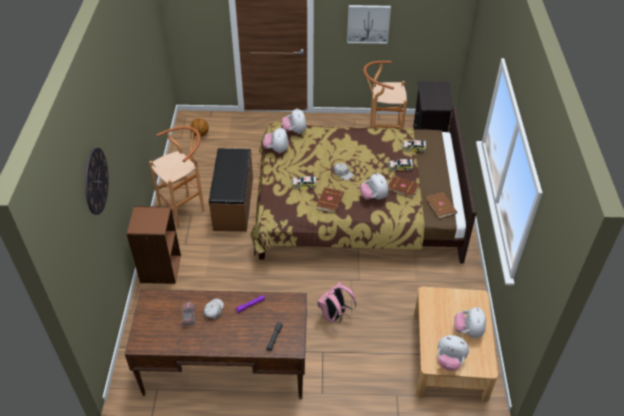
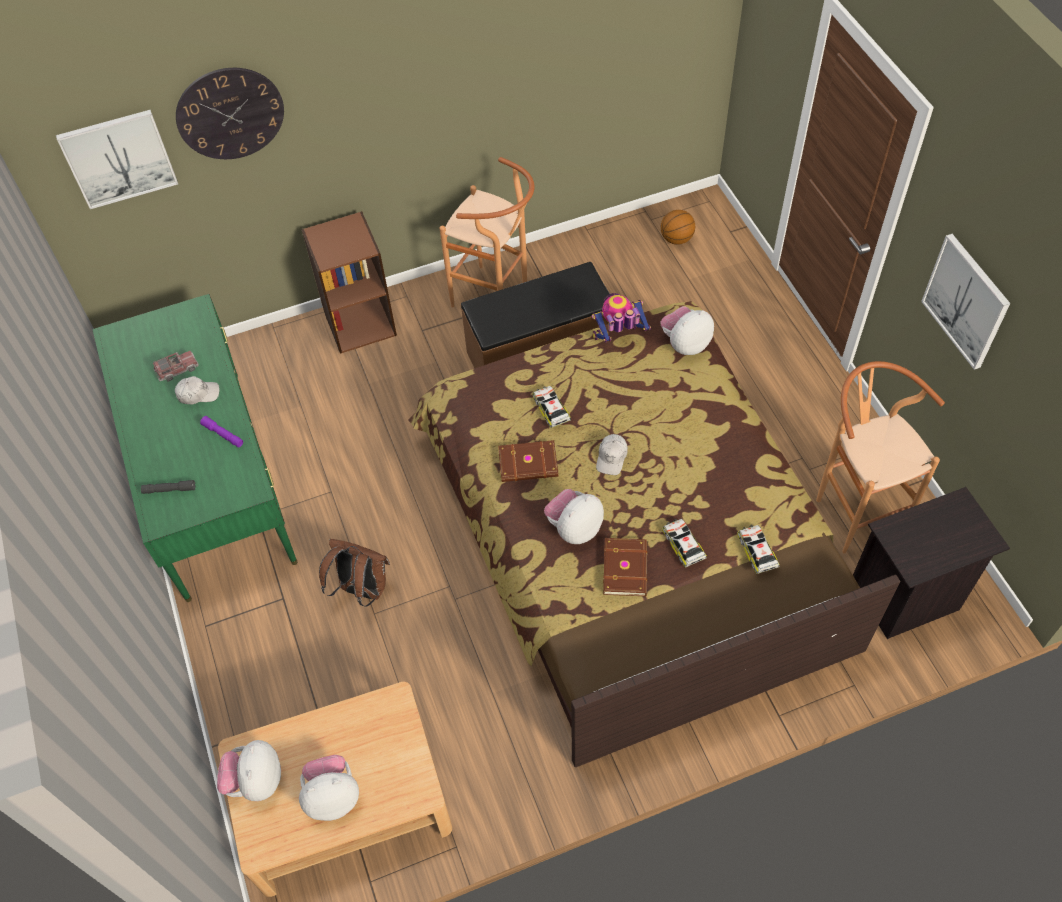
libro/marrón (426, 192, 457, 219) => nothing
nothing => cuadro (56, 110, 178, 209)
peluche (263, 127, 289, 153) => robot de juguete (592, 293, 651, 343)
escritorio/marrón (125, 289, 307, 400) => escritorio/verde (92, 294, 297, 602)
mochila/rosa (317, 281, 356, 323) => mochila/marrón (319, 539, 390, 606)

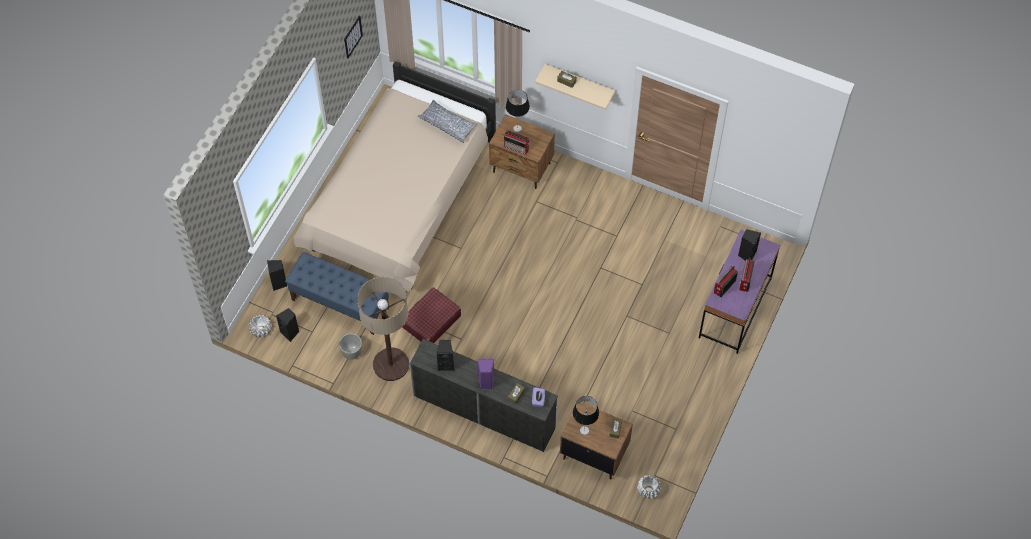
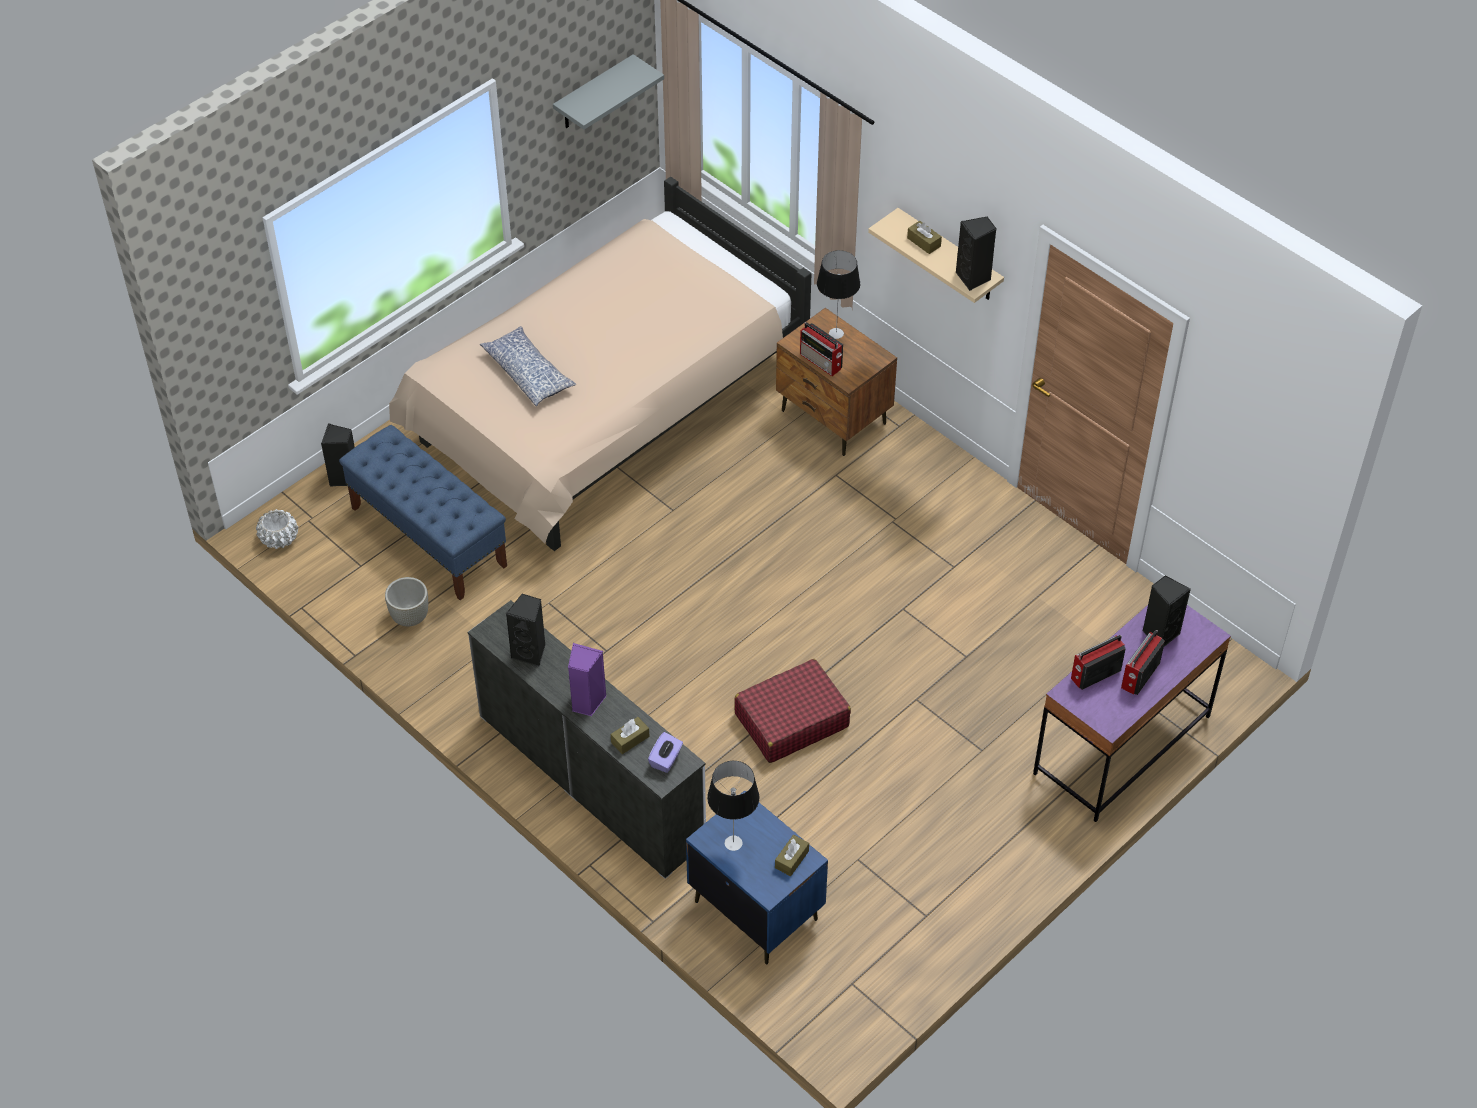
lámpara de pie (357, 277, 409, 381) => nothing
maceta/blanco (637, 475, 661, 499) => nothing
altavoz/negro (276, 308, 299, 342) => altavoz/negro (956, 216, 996, 291), moved
maleta/rojo (402, 287, 461, 343) => maleta/rojo (734, 659, 851, 763), moved
cojín (417, 100, 478, 143) => cojín (480, 326, 576, 406), moved
cuadro (344, 16, 363, 59) => estante/gris (553, 54, 664, 130)
mesita de noche/marrón (560, 402, 633, 480) => mesita de noche/azul (686, 790, 828, 964)

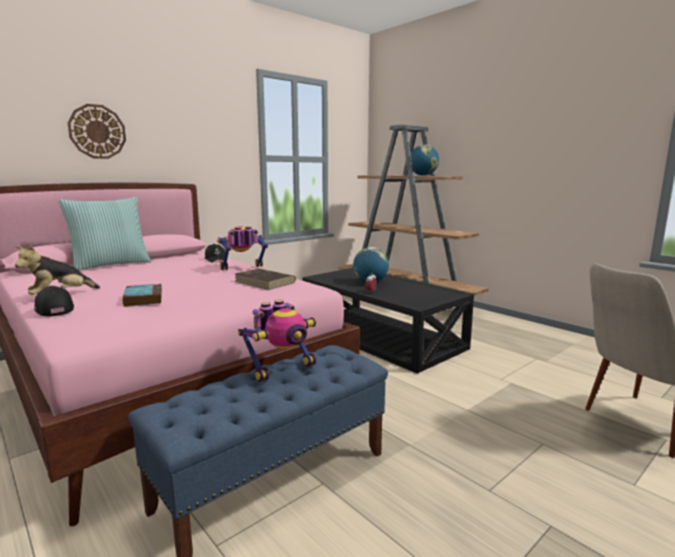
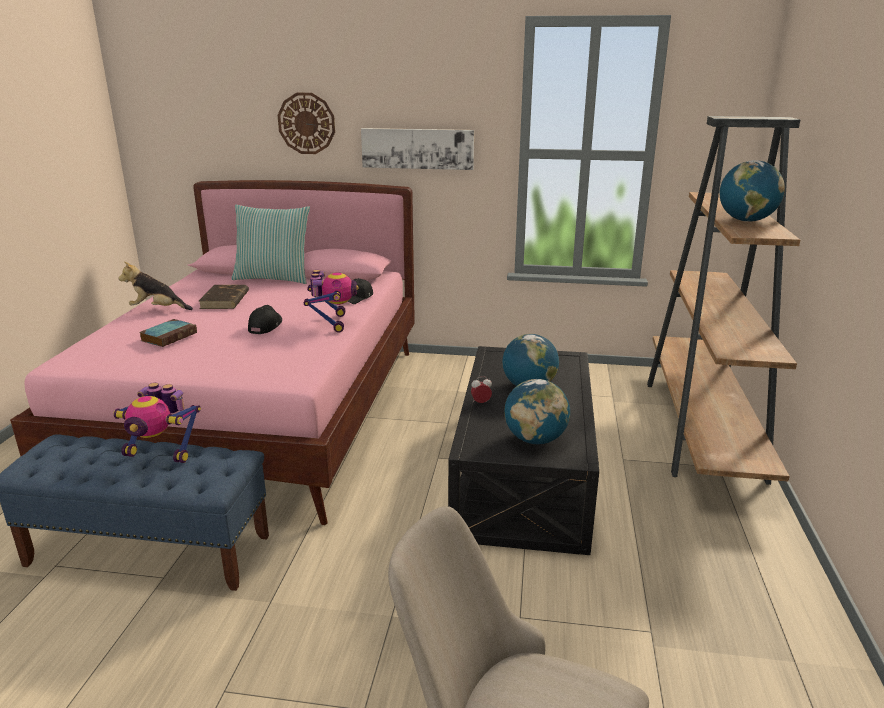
nothing => cuadro (361, 128, 474, 170)
nothing => globo terráqueo (504, 379, 570, 444)
gorra/negro (34, 286, 74, 316) => gorra/negro (248, 305, 282, 334), moved
libro/marrón (235, 269, 296, 290) => libro/marrón (199, 285, 249, 309), moved
robot de juguete (217, 226, 268, 270) => robot de juguete (304, 270, 358, 333), 60 degrees clockwise

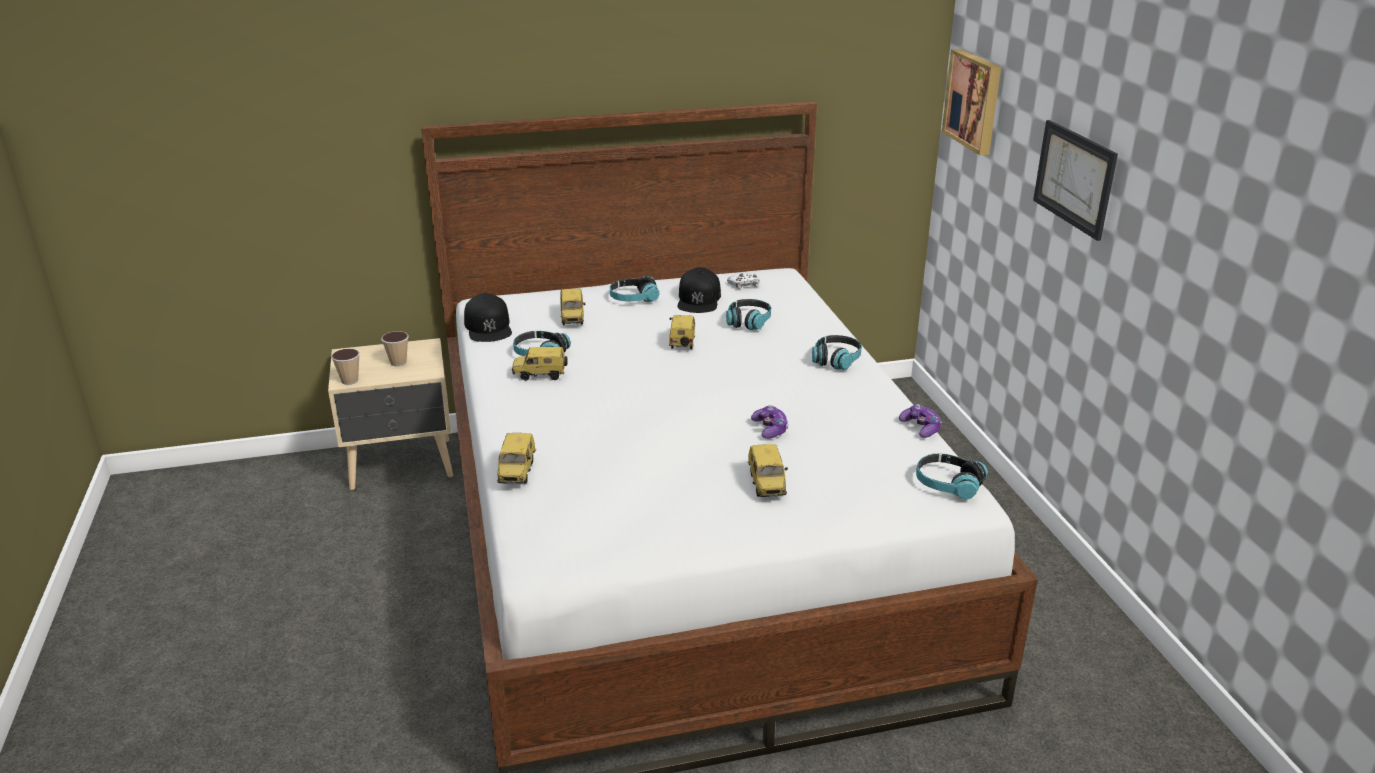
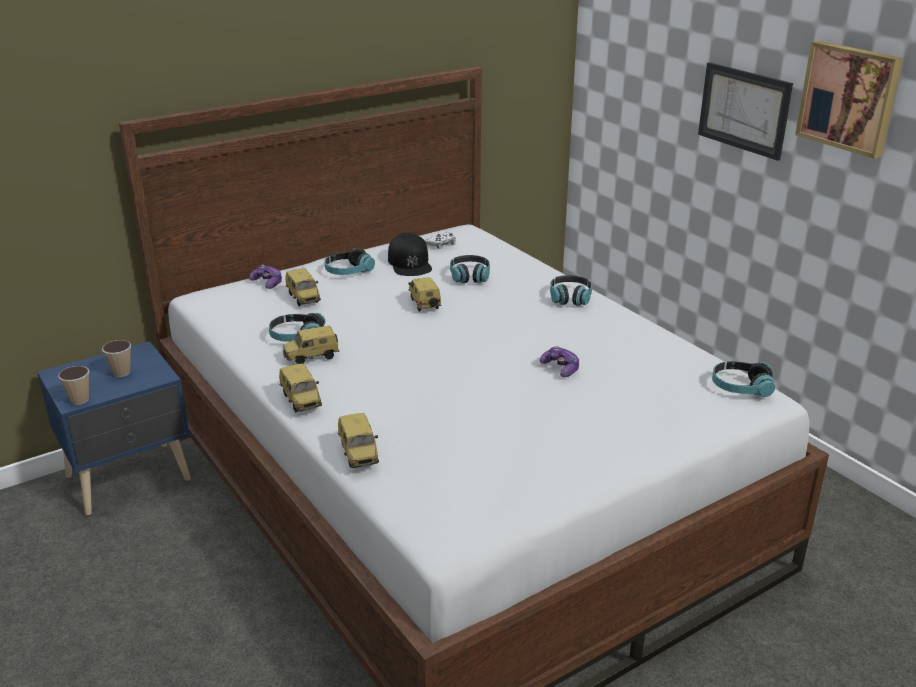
gorra/negro (464, 293, 512, 342) => nothing
coche de juguete (748, 444, 788, 497) => coche de juguete (279, 364, 322, 413), moved
mando de consola (899, 404, 941, 438) => mando de consola (249, 265, 282, 289), moved
cuadro (942, 49, 1001, 155) => cuadro (795, 41, 903, 159), moved
mesita de noche/beis (328, 338, 453, 490) => mesita de noche/azul (37, 341, 191, 515)

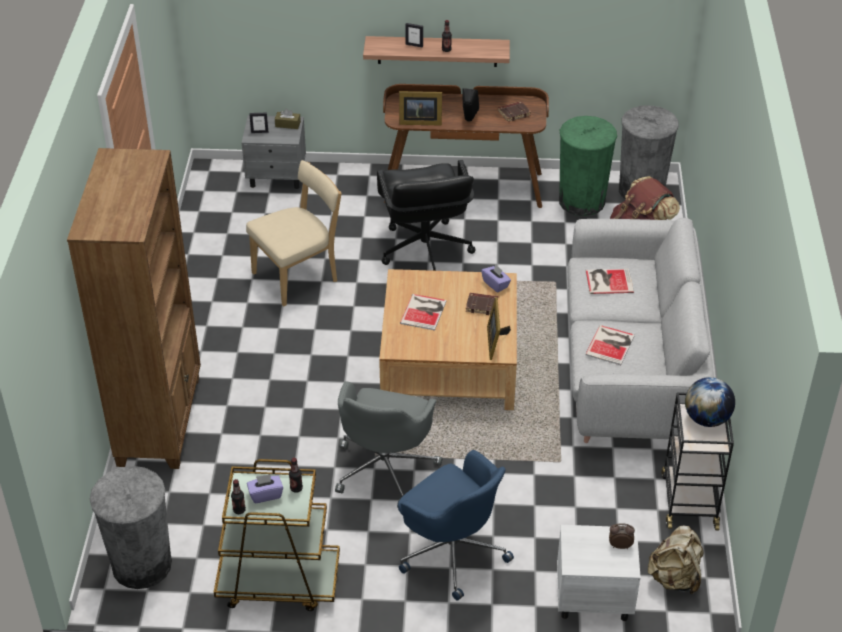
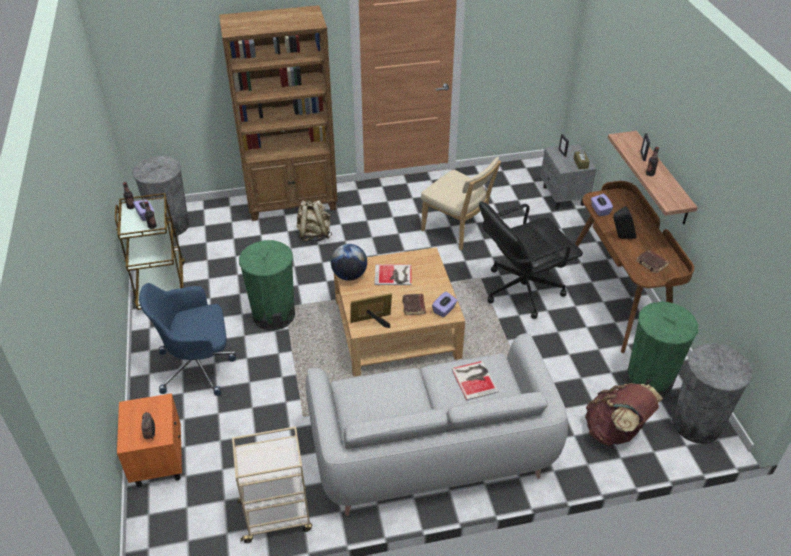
libro (585, 325, 635, 365) => nothing
mochila/beis (647, 525, 704, 594) => mochila/beis (296, 200, 332, 242), moved
globo terráqueo (685, 377, 735, 427) => globo terráqueo (331, 244, 367, 281), moved
silla de oficina/gris (335, 381, 443, 507) => papelera/verde (239, 240, 295, 331)
portarretratos (399, 91, 442, 125) => caja de pañuelos/morado (591, 194, 613, 216)
mesita de noche/blanco (557, 525, 641, 621) => mesita de noche/naranja (117, 393, 182, 487)
carrito/negro (662, 392, 734, 530) => carrito/beis (232, 426, 312, 543)
silla de oficina/azul (398, 450, 514, 601) => silla de oficina/azul (139, 283, 236, 396), 45 degrees clockwise

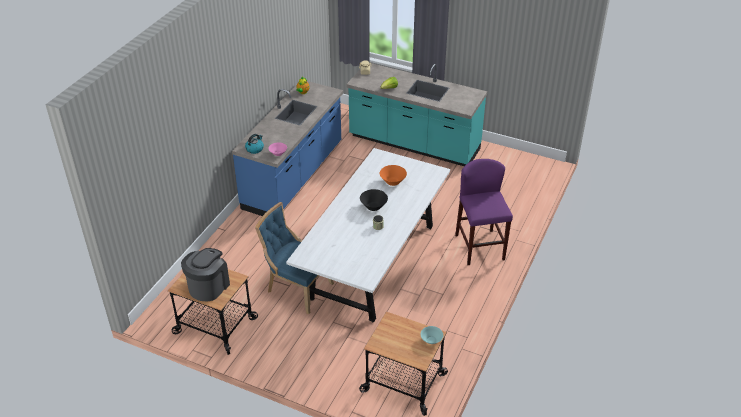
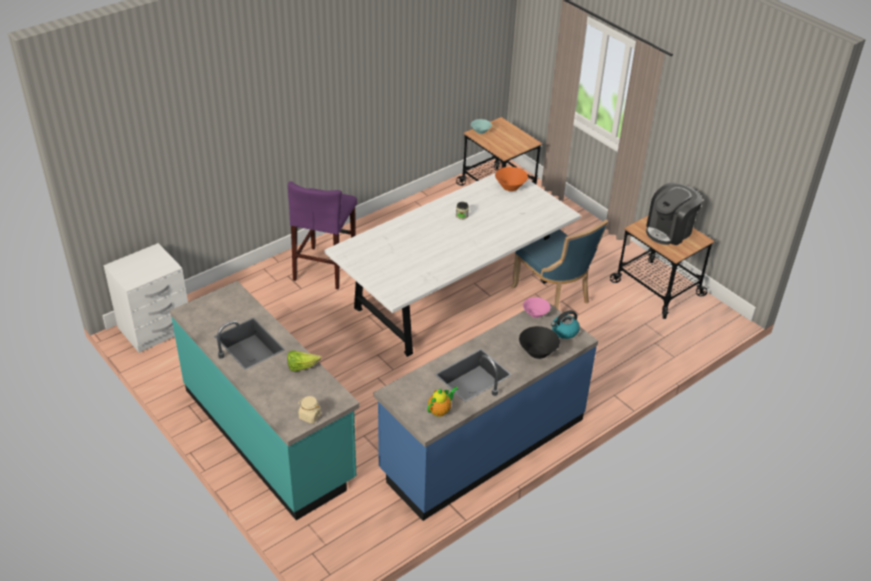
nothing => mesita de noche/blanco (103, 243, 188, 353)
cuenco/negro (360, 189, 388, 211) => cuenco/negro (519, 326, 560, 359), moved
cuenco/naranja (380, 165, 407, 186) => cuenco/naranja (495, 167, 528, 191), moved

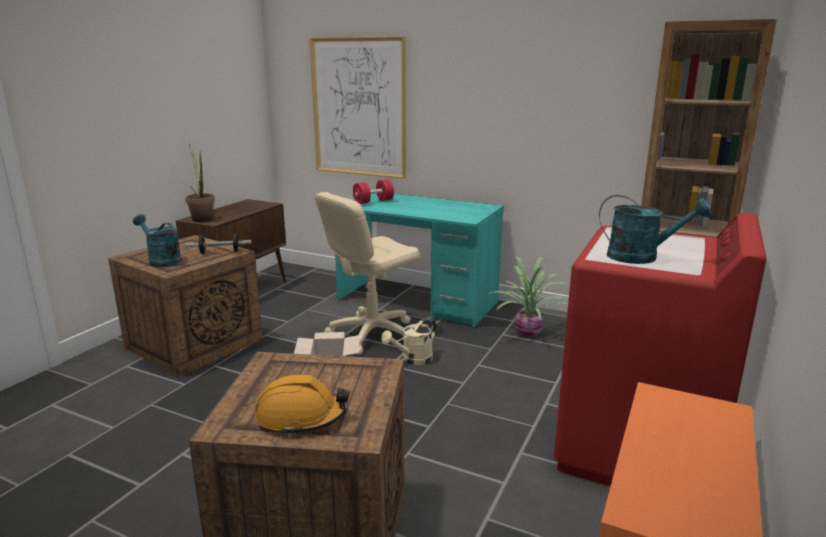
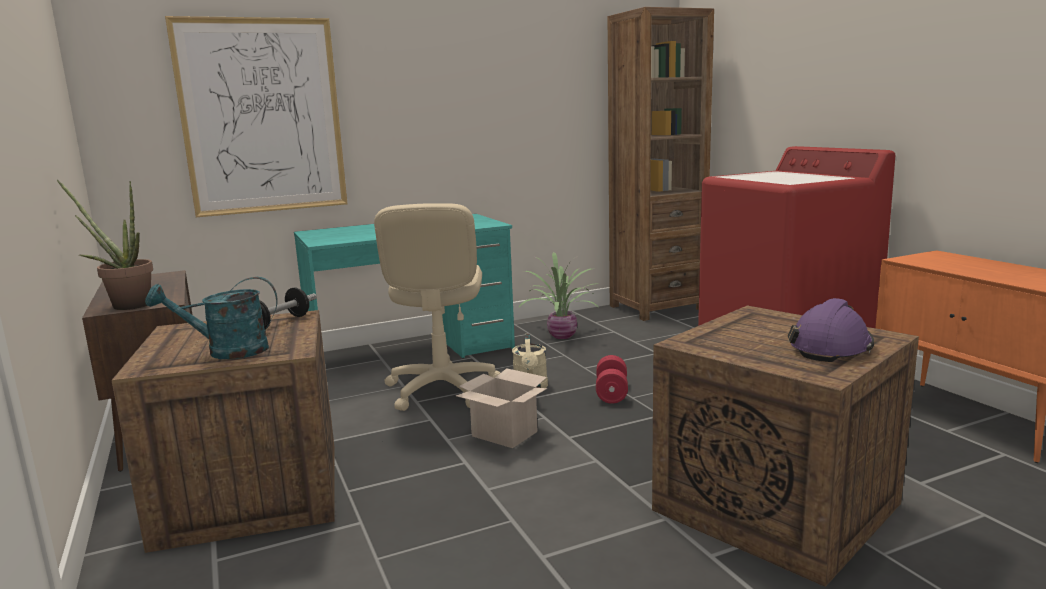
regadera/turquesa (599, 195, 712, 264) => nothing
mancuerna/rojo (353, 179, 394, 204) => mancuerna/rojo (596, 355, 628, 404), moved
casco/naranja (255, 375, 349, 436) => casco/morado (788, 298, 874, 362)

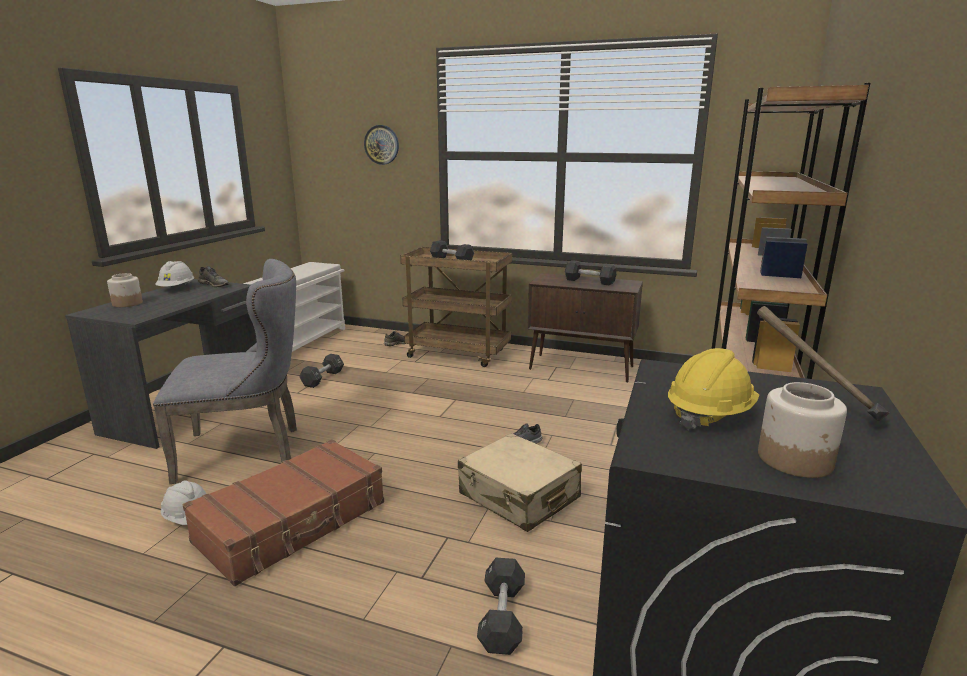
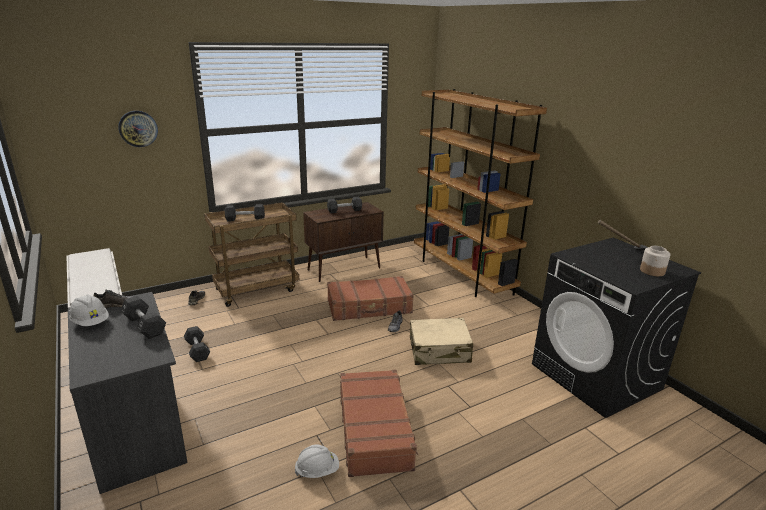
tarro (107, 273, 143, 307) => nothing
silla/gris (153, 259, 297, 484) => nothing
casco/amarillo (668, 348, 759, 430) => nothing
nothing => maleta/marrón (327, 276, 414, 321)
mancuerna/negro (477, 558, 525, 655) => mancuerna/negro (120, 295, 166, 339), moved

